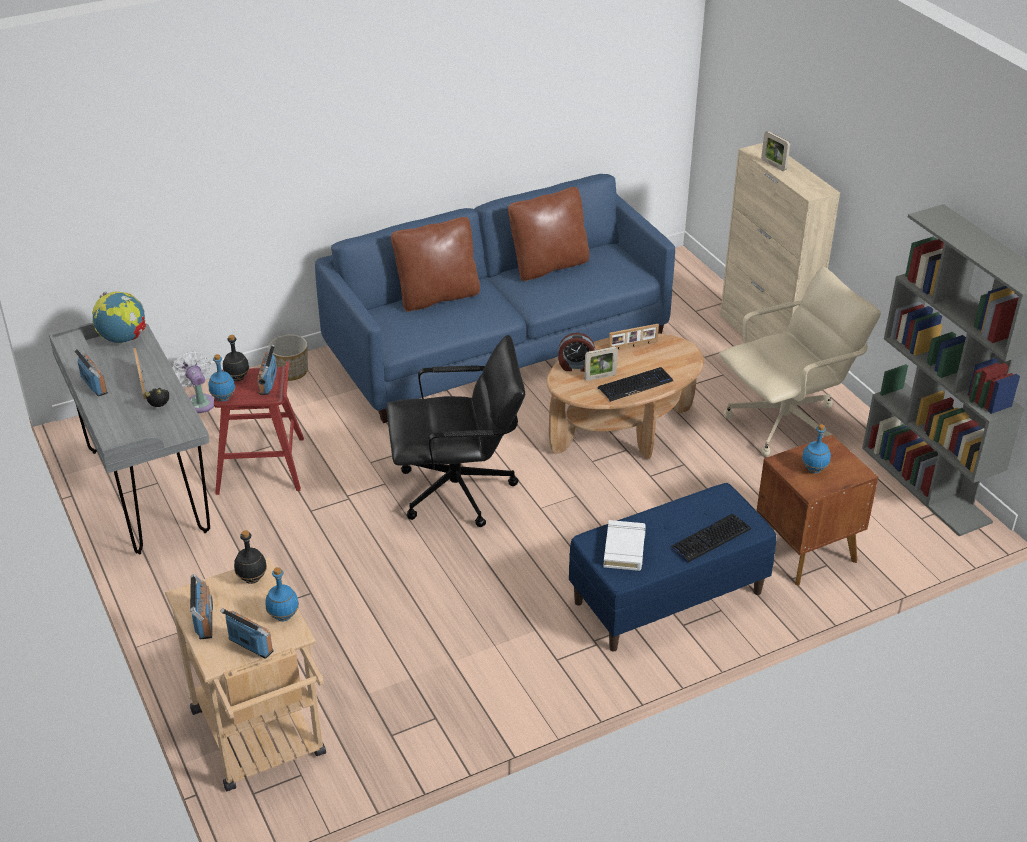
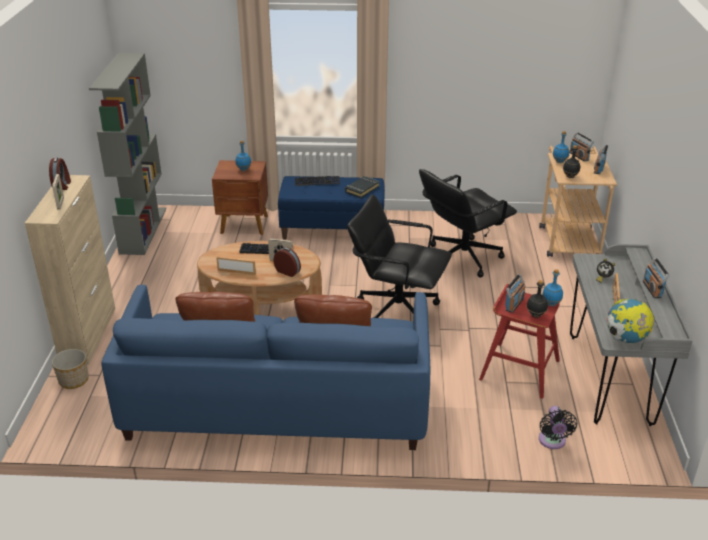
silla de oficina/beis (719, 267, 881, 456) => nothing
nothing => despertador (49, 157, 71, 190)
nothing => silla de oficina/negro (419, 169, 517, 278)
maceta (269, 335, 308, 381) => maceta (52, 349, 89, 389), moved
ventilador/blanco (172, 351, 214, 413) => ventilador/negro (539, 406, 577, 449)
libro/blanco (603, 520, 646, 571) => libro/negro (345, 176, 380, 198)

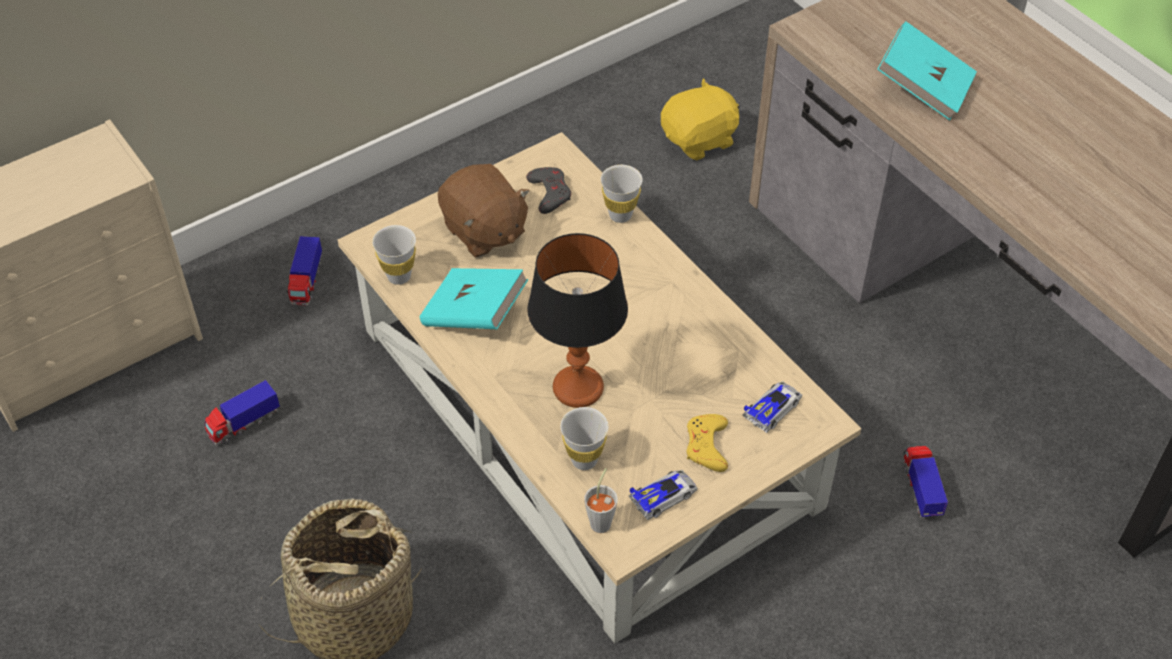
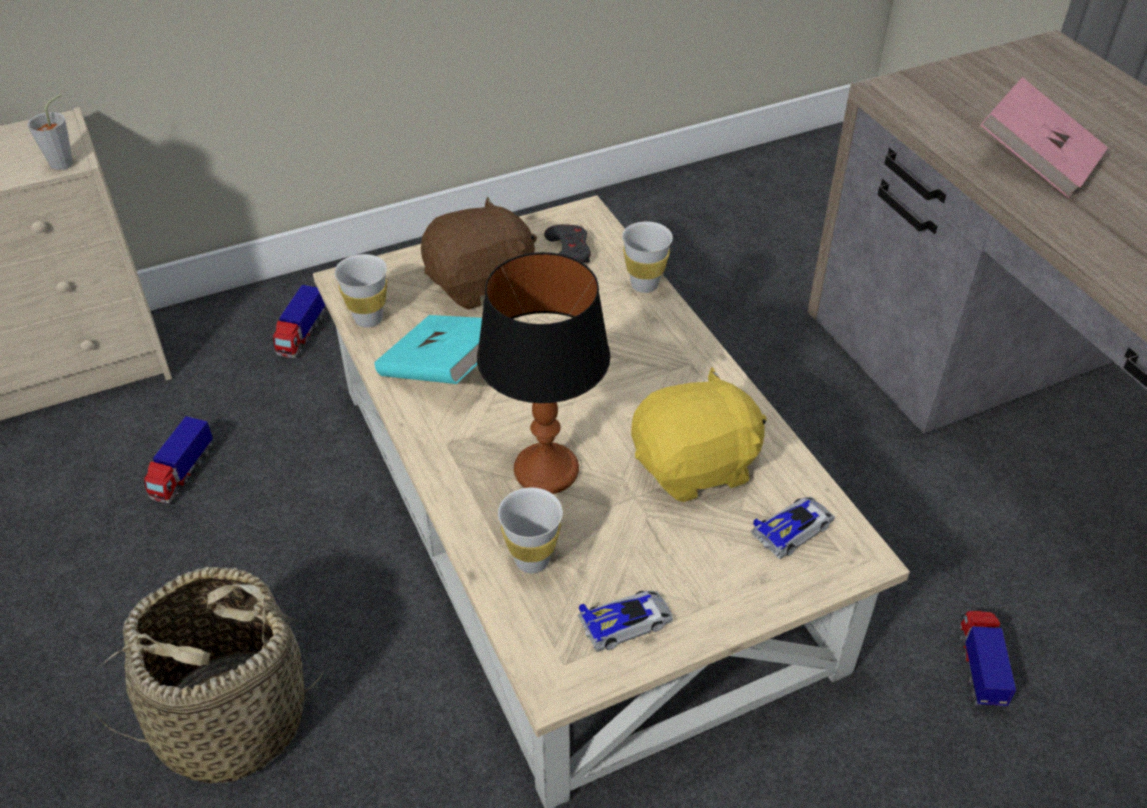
mando de consola/amarillo (687, 414, 728, 472) => nothing
taza/gris (584, 468, 618, 533) => taza/gris (27, 94, 73, 170), moved
peluche/amarillo (661, 78, 739, 160) => peluche/amarillo (631, 367, 767, 502), moved
libro/turquesa (877, 22, 977, 120) => libro/rosa (980, 77, 1108, 198)
camión de juguete (205, 380, 280, 445) => camión de juguete (143, 416, 213, 503), 45 degrees counterclockwise
peluche/marrón (438, 164, 530, 258) => peluche/marrón (421, 196, 537, 310), 90 degrees counterclockwise

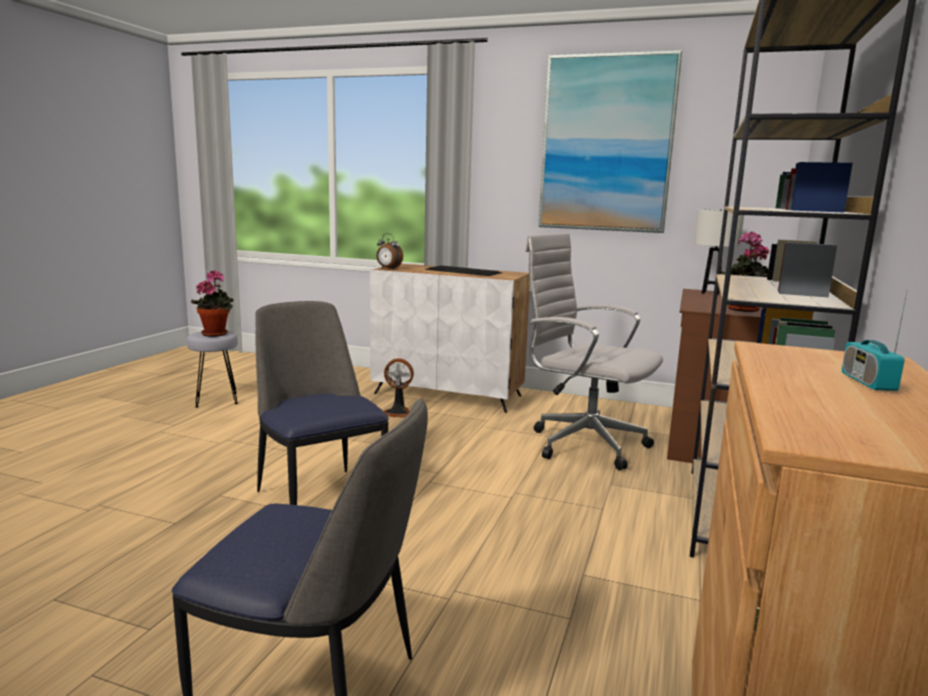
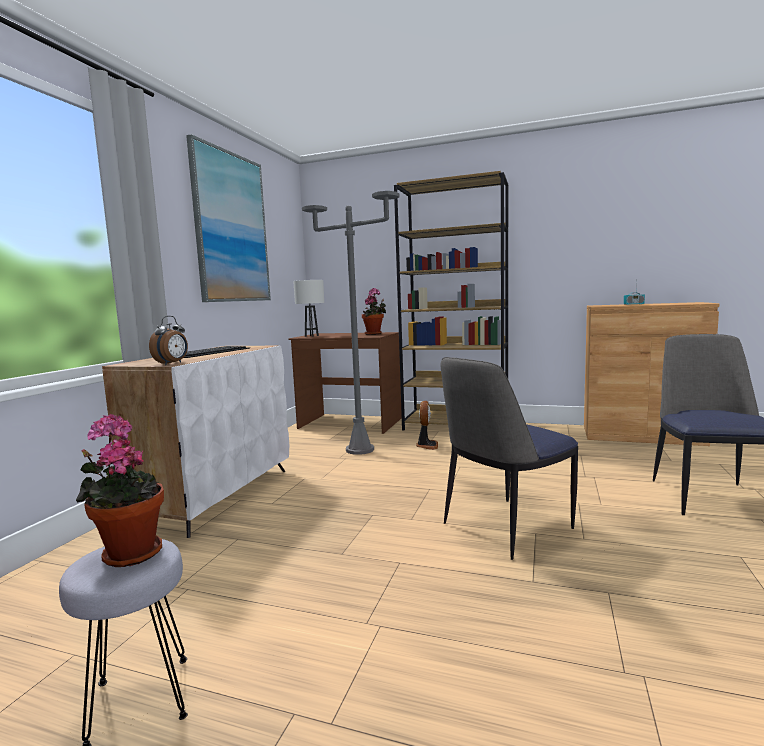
ventilador (383, 358, 414, 418) => ventilador (416, 401, 438, 450), moved
silla de oficina/blanco (525, 232, 663, 471) => lámpara de pie/gris (302, 191, 400, 455)

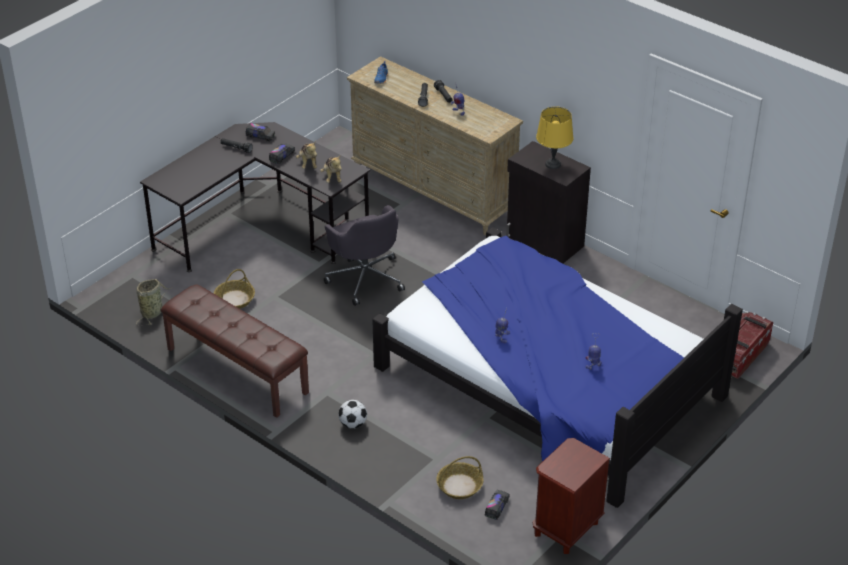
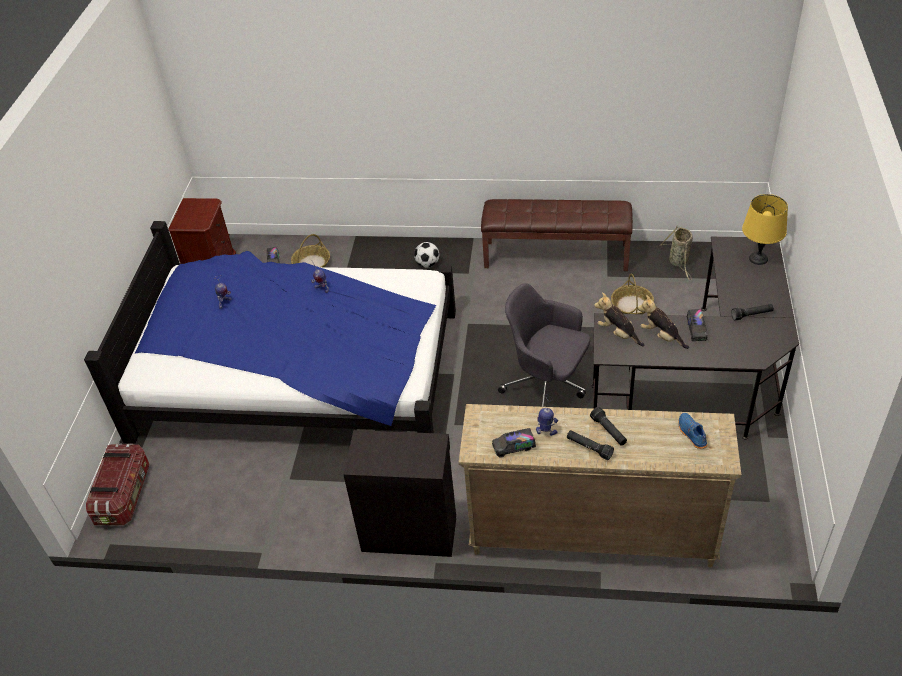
camión de juguete (246, 123, 275, 142) => camión de juguete (492, 428, 536, 458), moved
lámpara de mesa/amarillo (536, 106, 573, 169) => lámpara de mesa/amarillo (742, 194, 788, 265), moved

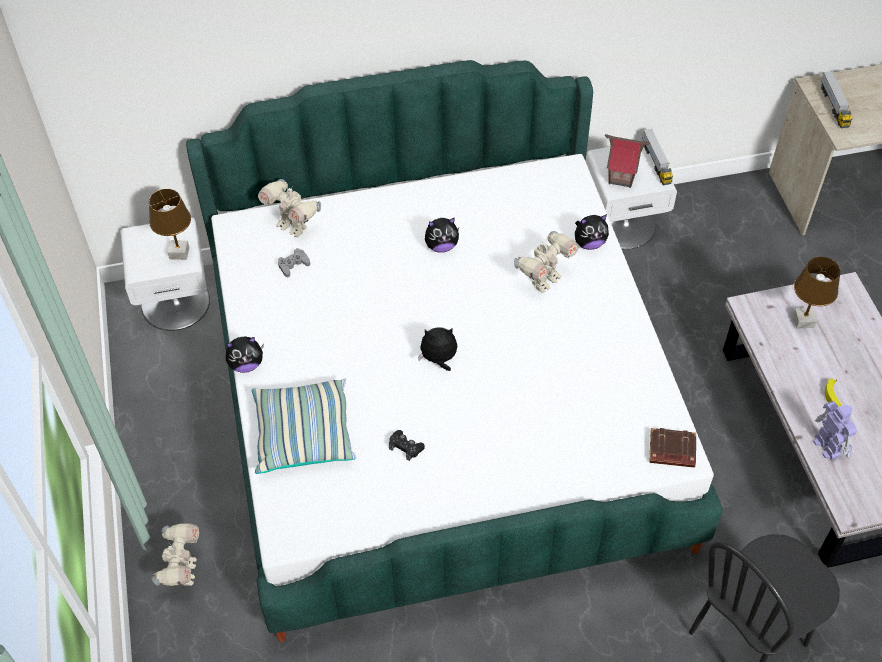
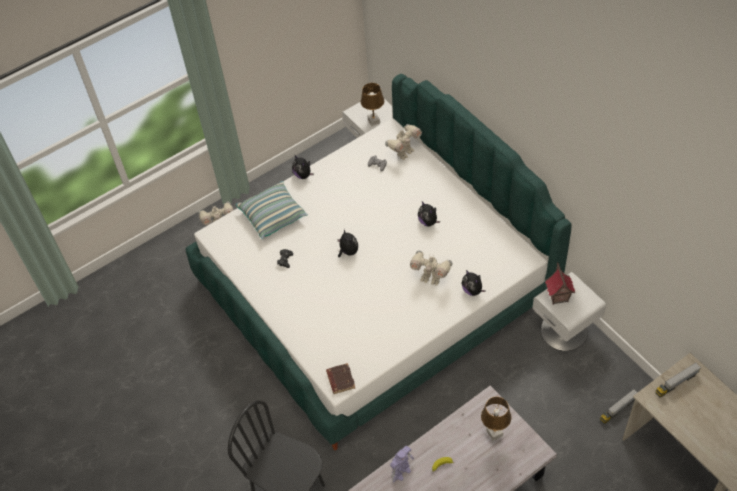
camión de juguete (642, 129, 673, 185) => camión de juguete (600, 389, 638, 424), moved
robot de juguete (258, 179, 321, 237) => robot de juguete (385, 124, 422, 160), 150 degrees counterclockwise

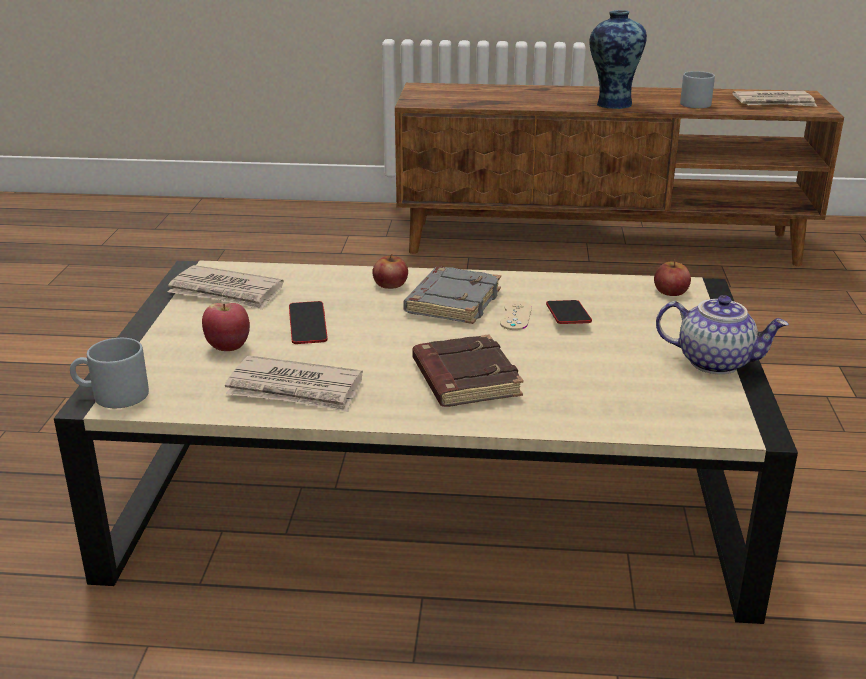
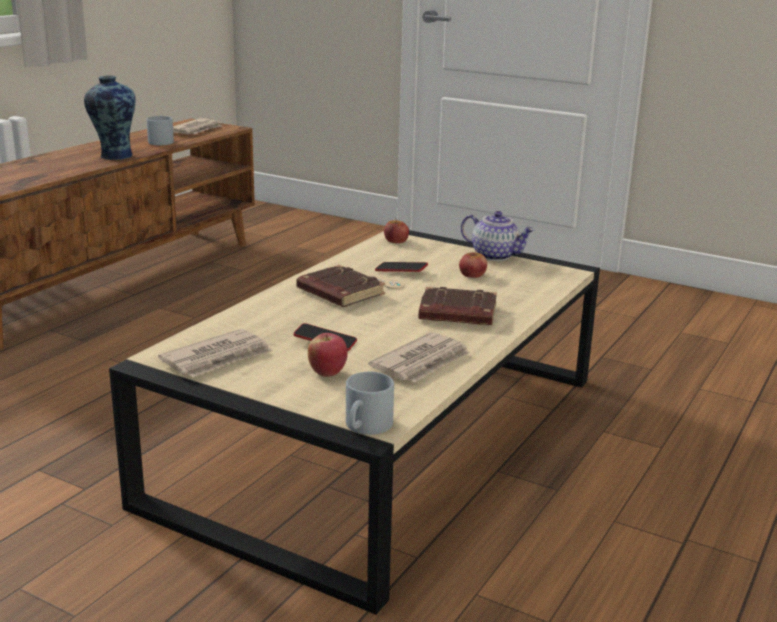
manzana (372, 254, 408, 289) => manzana (459, 250, 487, 278), moved
libro/gris (403, 266, 501, 324) => libro/marrón (296, 265, 385, 307)
tetera (656, 295, 789, 374) => tetera (461, 211, 535, 261), 75 degrees clockwise

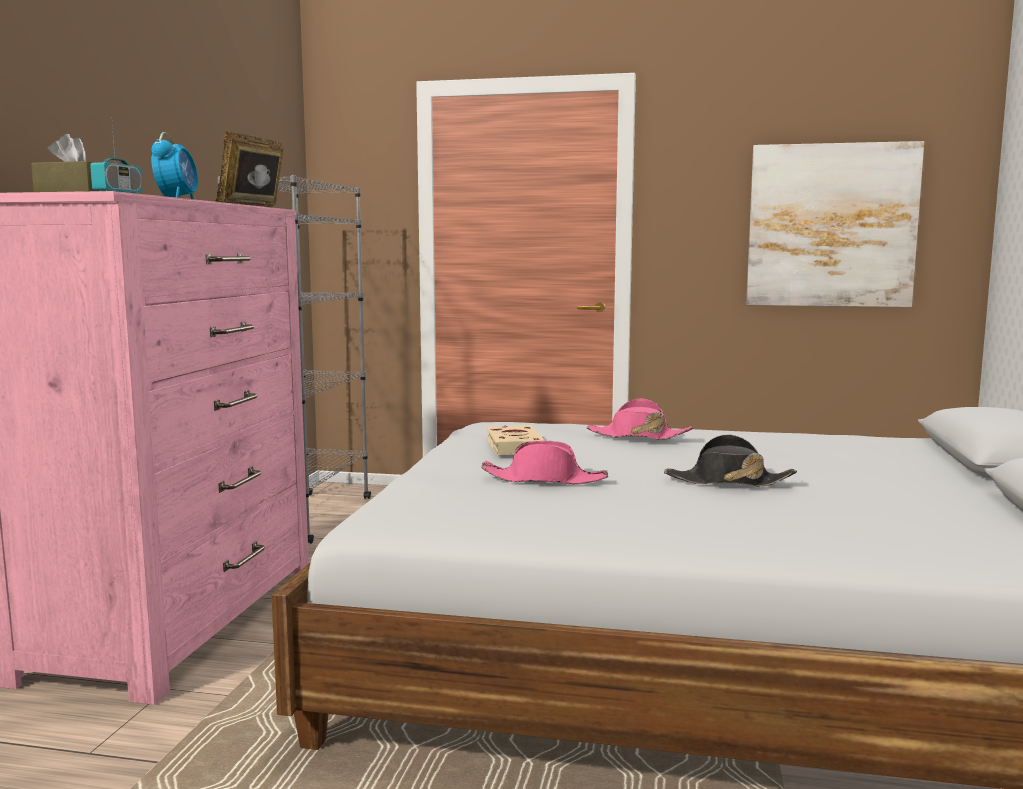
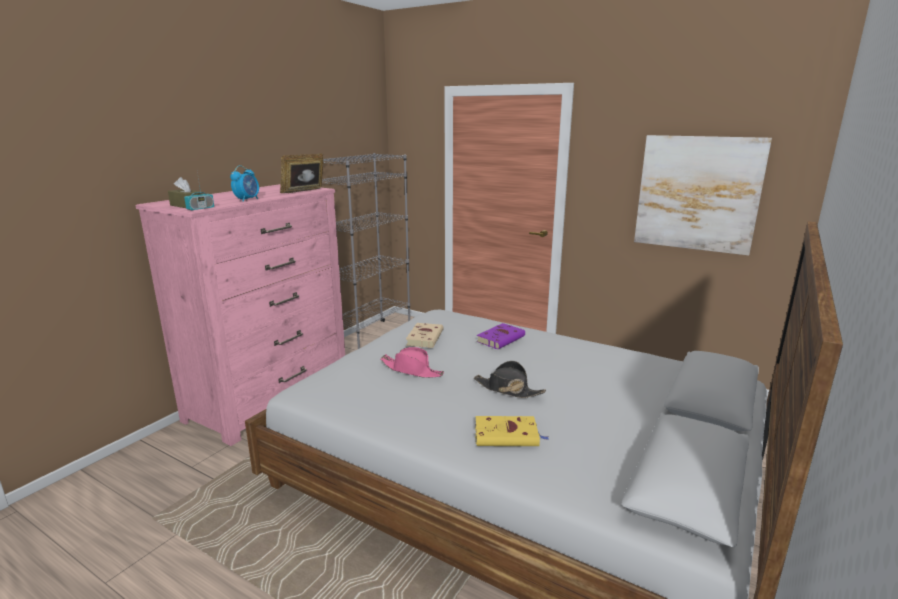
nothing => libro/amarillo (475, 416, 548, 446)
sombrero/rosa (587, 398, 693, 440) => libro/morado (477, 323, 525, 349)

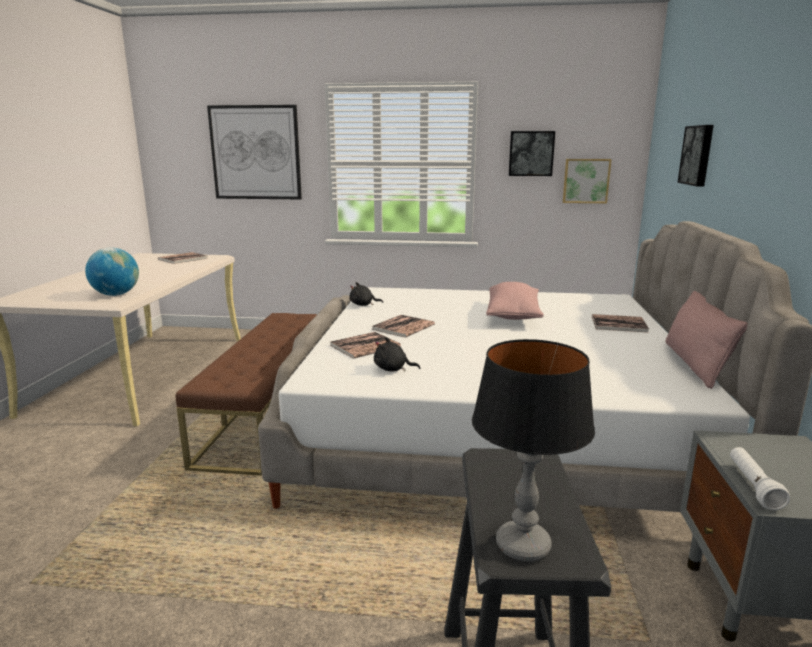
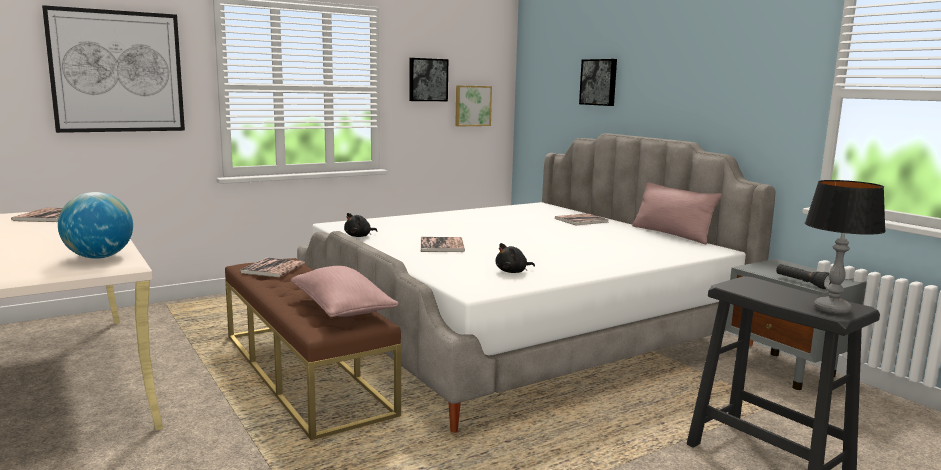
libro (330, 332, 401, 359) => libro (240, 258, 305, 277), moved
cojín/rosa (486, 282, 544, 320) => cojín/rosa (291, 266, 399, 317), moved
linterna/blanco (730, 447, 790, 510) => linterna/negro (776, 264, 831, 289)

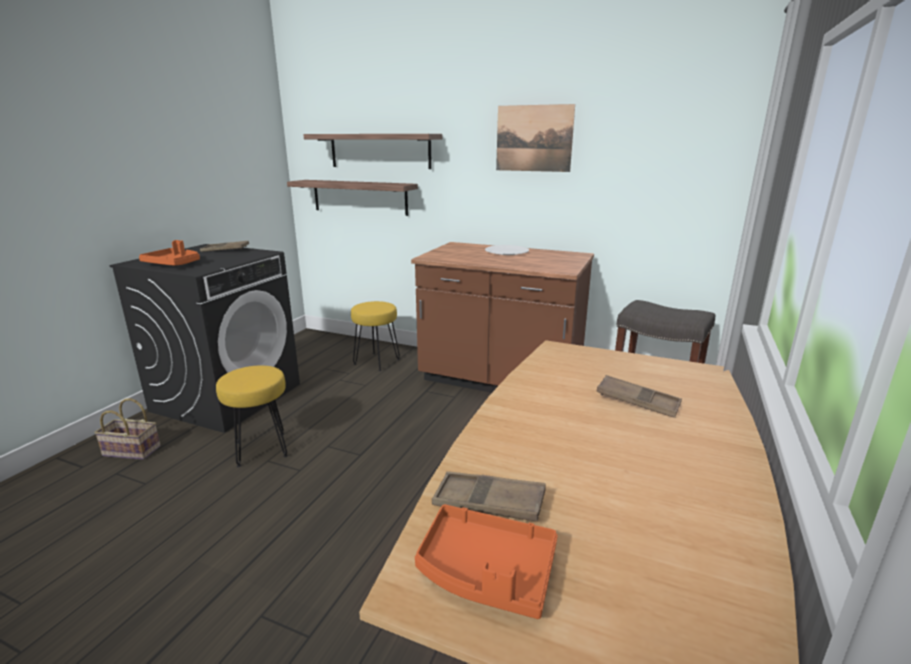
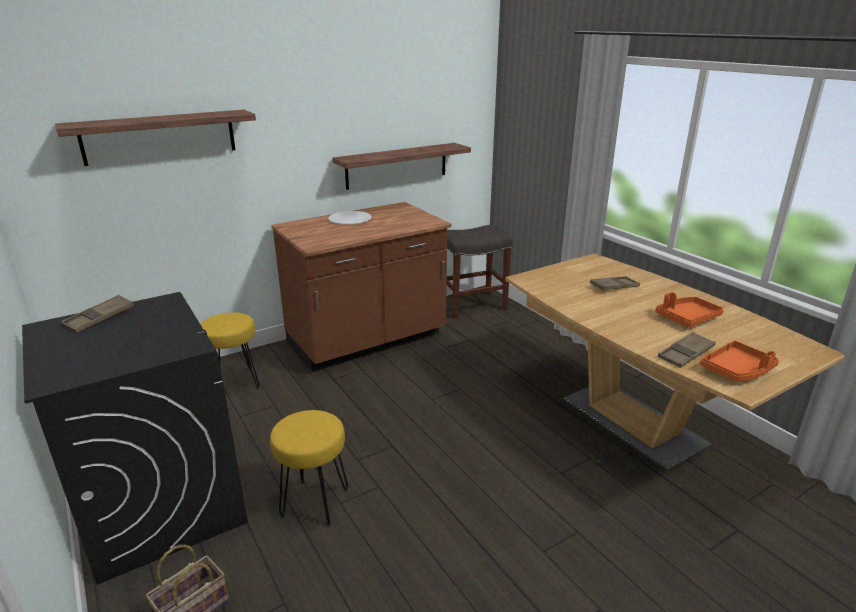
cuadro (496, 104, 575, 172) => nothing
bandeja/naranja (139, 240, 200, 266) => bandeja/naranja (655, 292, 724, 327), moved
estante (287, 180, 418, 216) => estante (332, 143, 471, 190), moved

